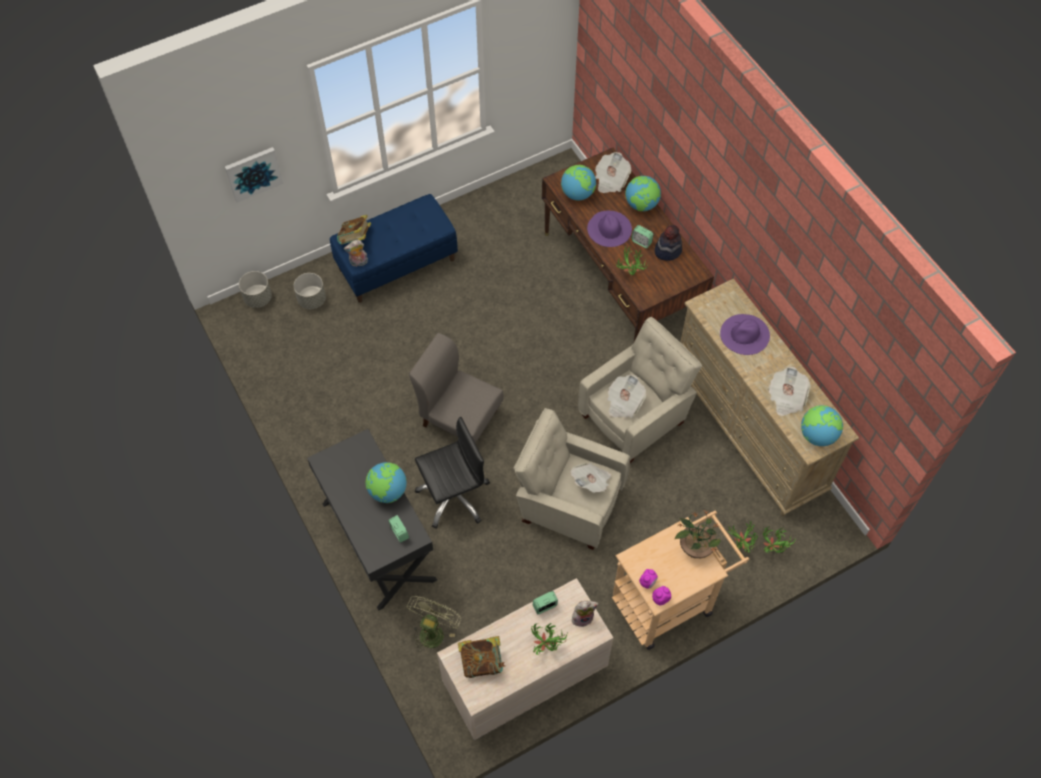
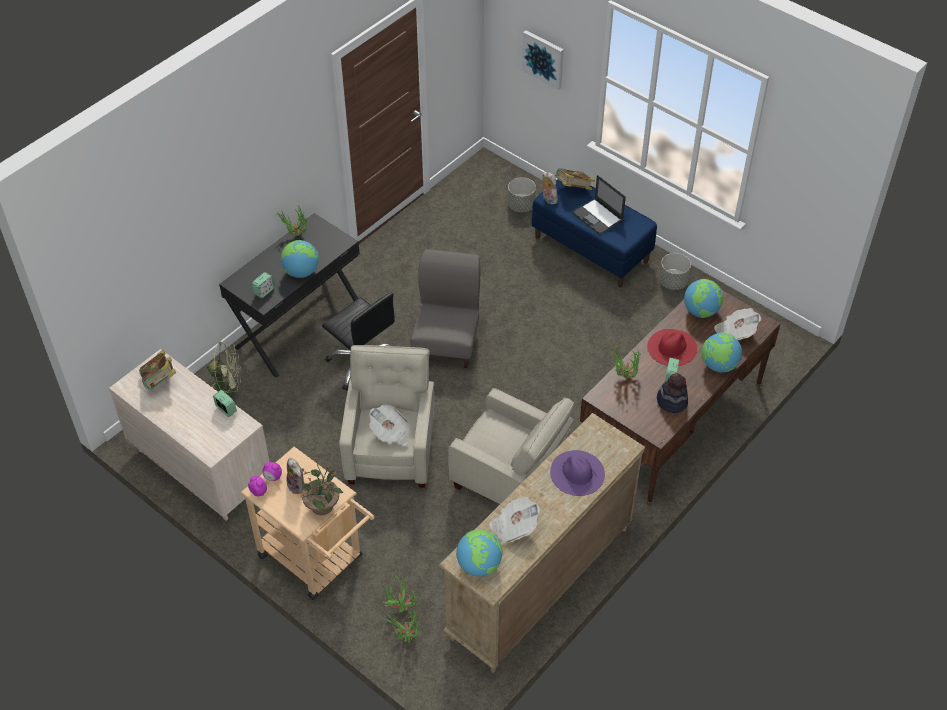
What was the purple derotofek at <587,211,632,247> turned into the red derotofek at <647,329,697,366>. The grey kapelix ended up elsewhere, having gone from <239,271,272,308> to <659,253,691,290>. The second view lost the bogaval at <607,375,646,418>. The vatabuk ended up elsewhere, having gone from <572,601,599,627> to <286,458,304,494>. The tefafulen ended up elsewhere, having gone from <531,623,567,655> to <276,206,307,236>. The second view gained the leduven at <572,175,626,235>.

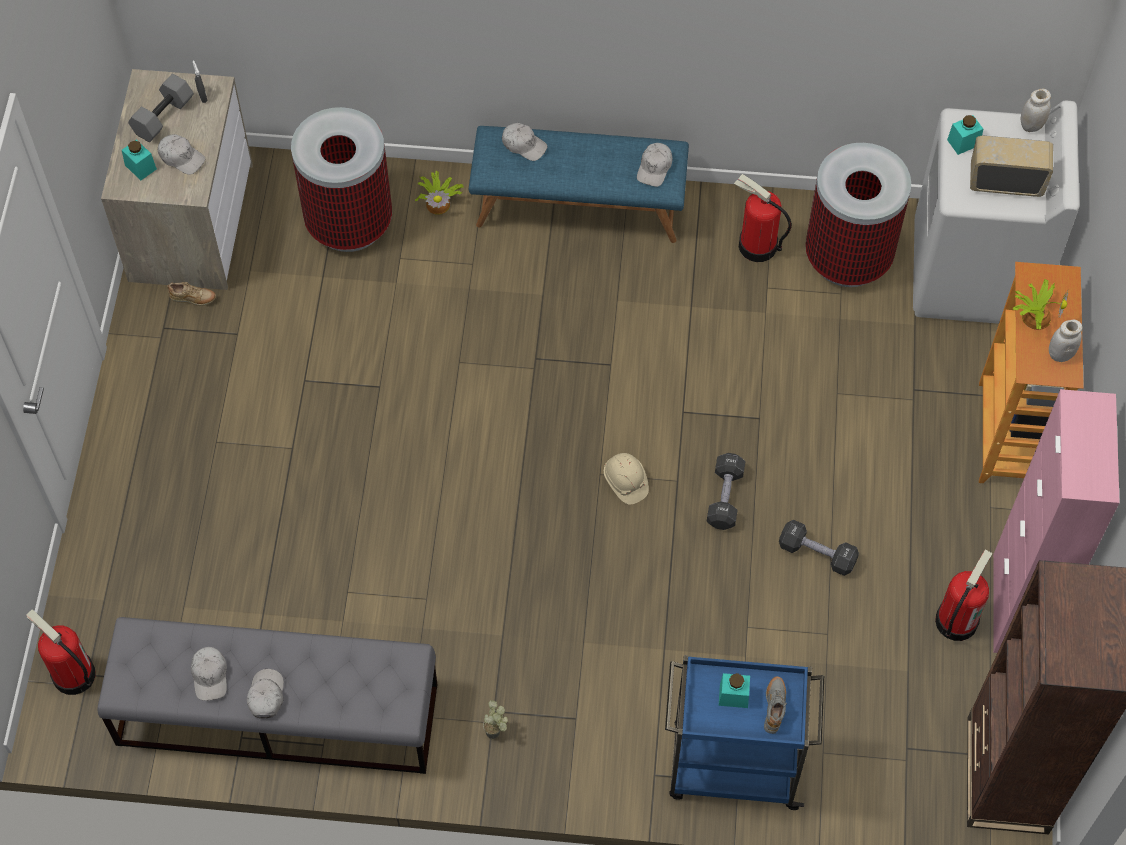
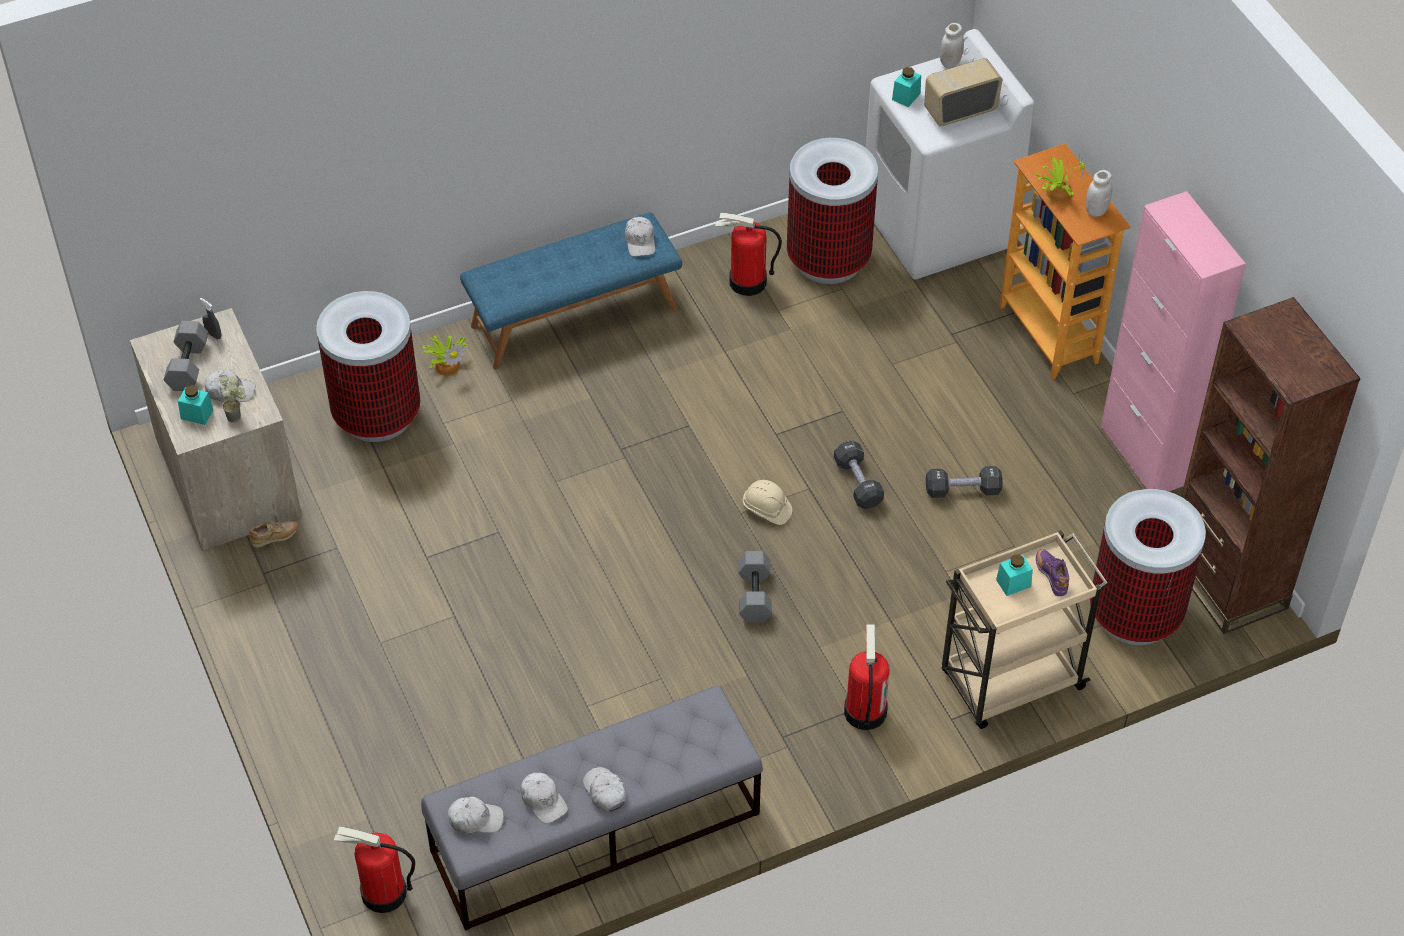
The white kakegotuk ended up elsewhere, having gone from <502,123,547,161> to <448,797,504,833>. The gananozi ended up elsewhere, having gone from <935,550,993,641> to <844,624,889,730>. What was the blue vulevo at <665,655,824,810> turned into the beige vulevo at <942,530,1108,729>. What was the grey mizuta at <764,676,787,734> turned into the purple mizuta at <1036,549,1069,596>. The tefafulen ended up elsewhere, having gone from <483,700,508,739> to <219,375,246,423>. The second view gained the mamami at <1090,489,1206,645>. The second view gained the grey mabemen at <738,551,772,622>.

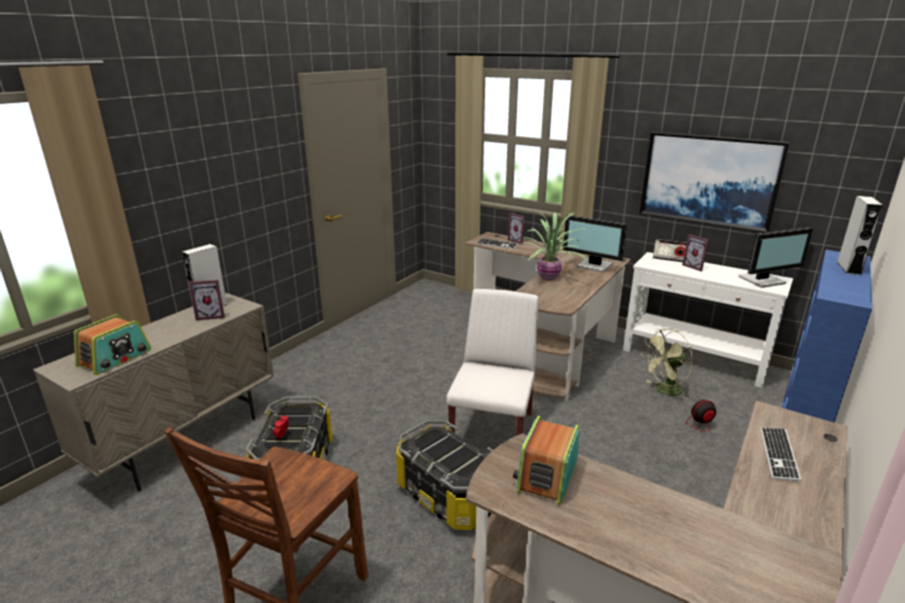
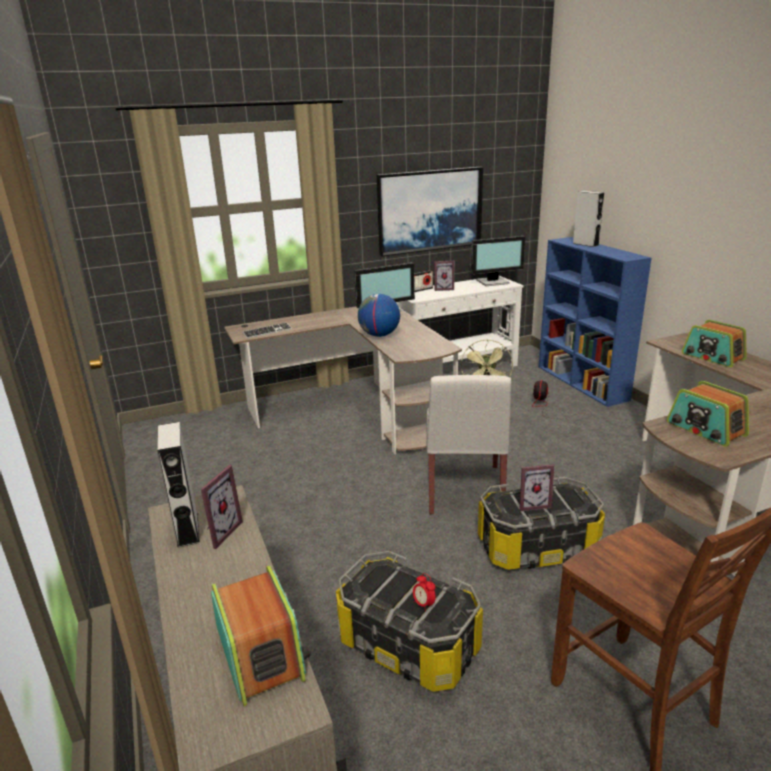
Where the tefafulen stood at <523,212,588,280>, the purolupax came to stand at <358,294,400,337>. The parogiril ended up elsewhere, having gone from <508,213,525,244> to <519,464,555,511>. The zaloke at <738,227,813,288> ended up facing another way, 60 degrees clockwise from before. The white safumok at <446,289,538,436> ended up facing another way, 135 degrees counterclockwise from before. Where the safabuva stood at <761,428,801,482>, the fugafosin came to stand at <682,320,747,367>.

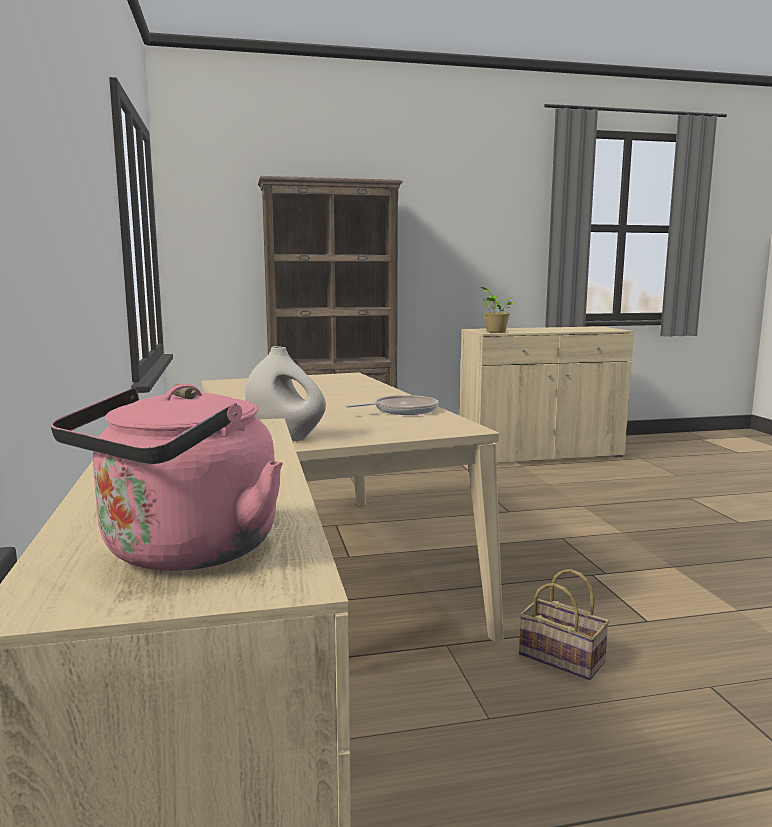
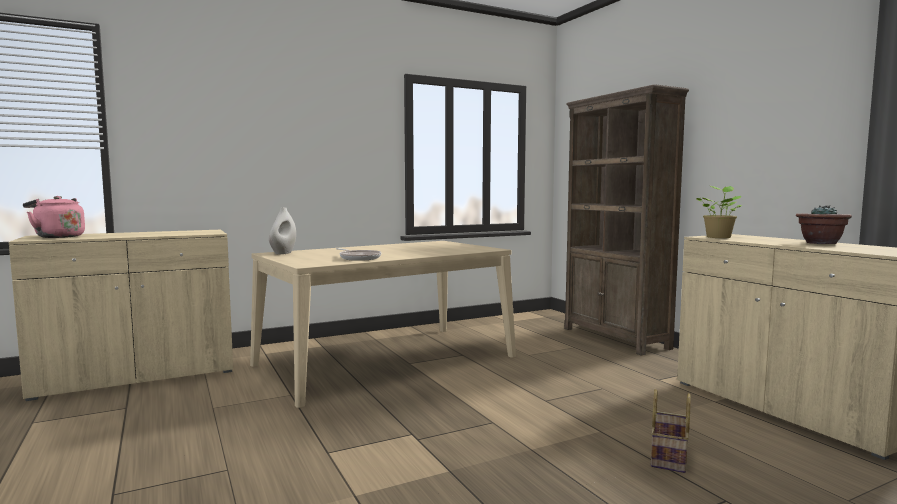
The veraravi ended up elsewhere, having gone from <519,569,610,680> to <651,389,691,473>. The second view gained the tefafulen at <796,205,852,244>.

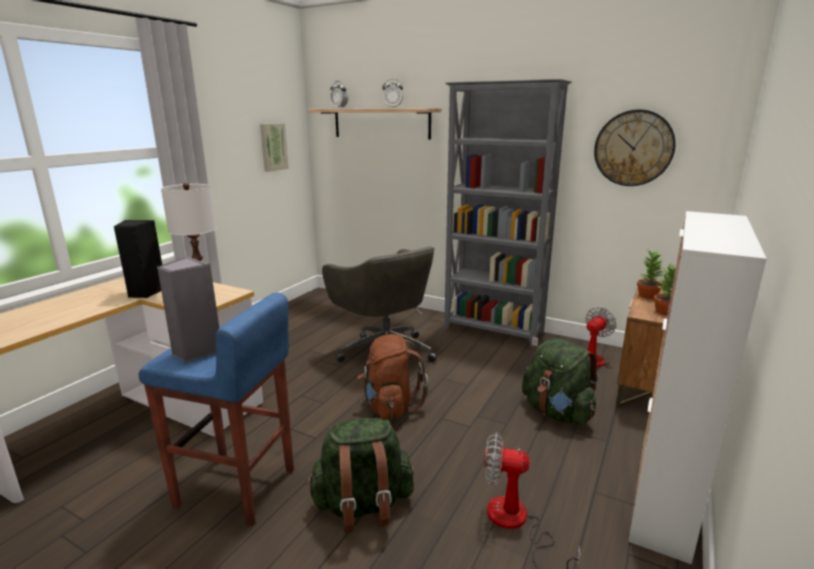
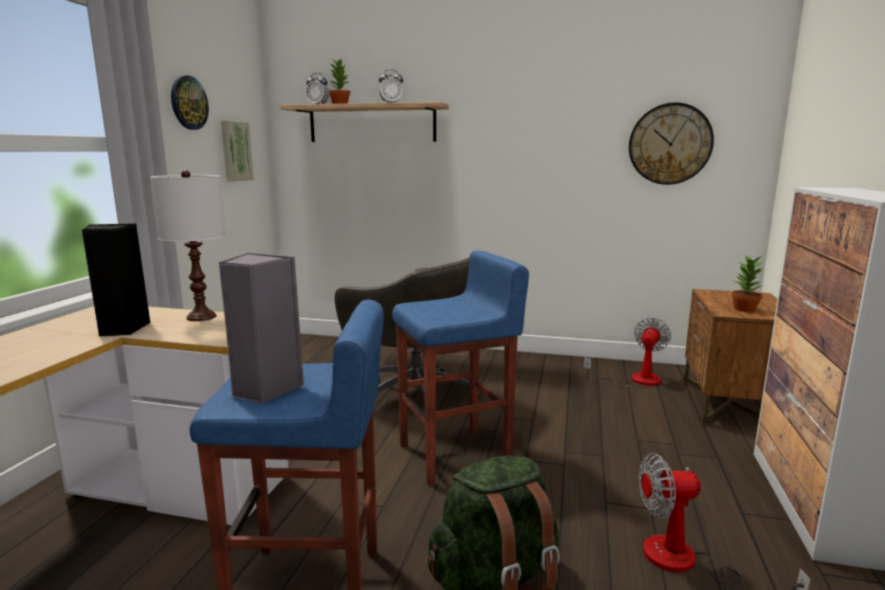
The second view lost the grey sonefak at <444,79,572,348>. The tefafulen ended up elsewhere, having gone from <637,249,663,299> to <328,58,350,104>. Where the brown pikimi stood at <357,334,428,419>, the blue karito came to stand at <392,250,529,485>. The second view lost the green pikimi at <522,338,599,425>. The second view gained the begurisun at <171,75,209,130>.

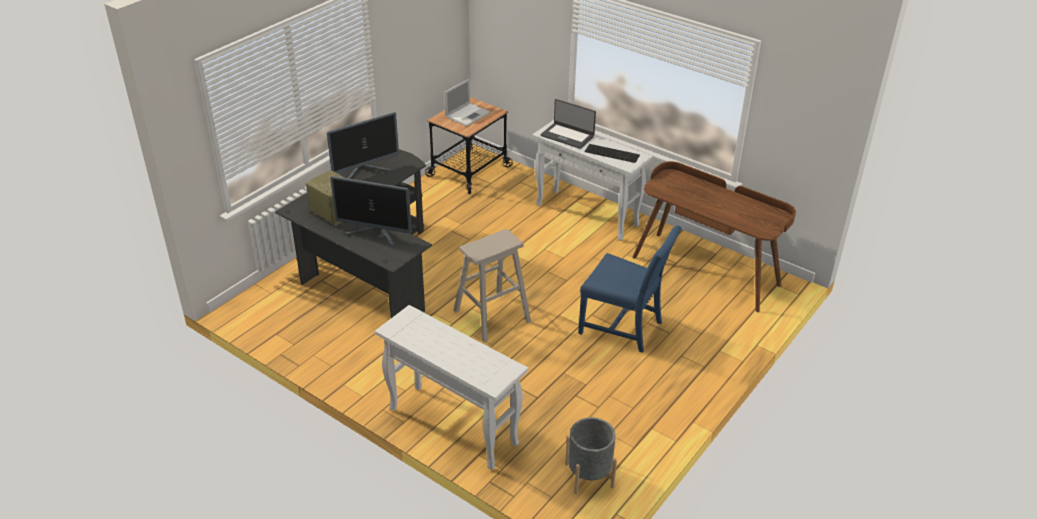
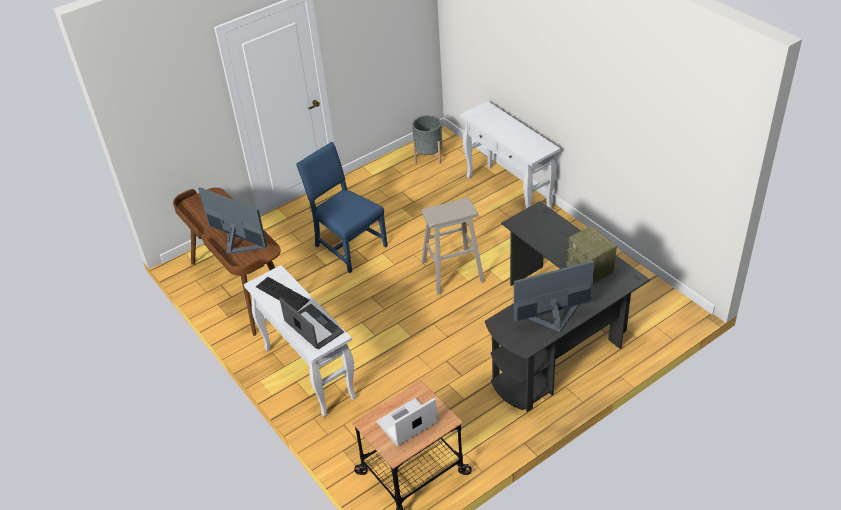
The zaloke ended up elsewhere, having gone from <330,176,412,245> to <199,187,267,254>.

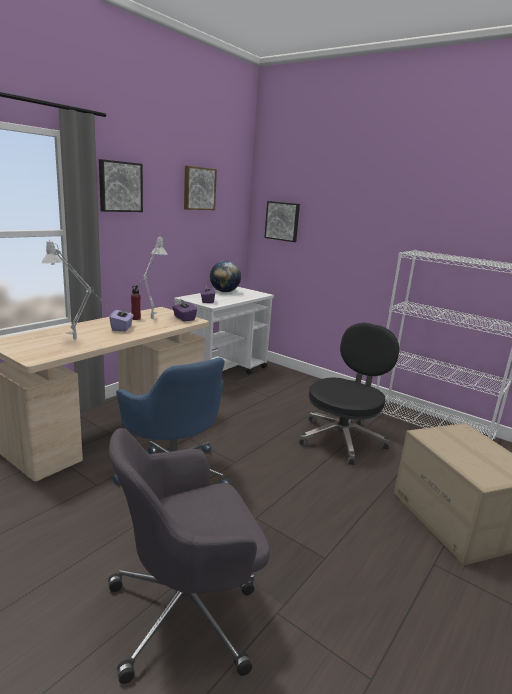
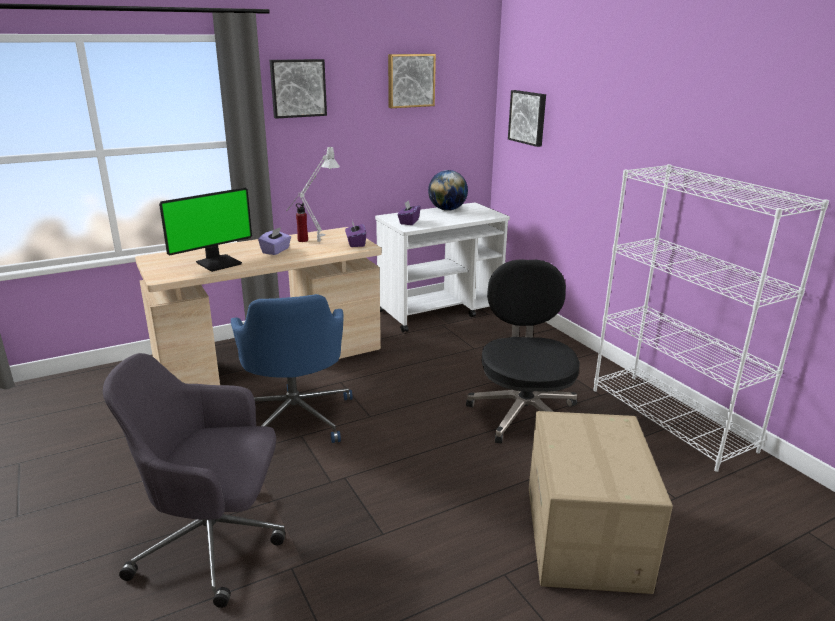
Where the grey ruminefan stood at <41,240,108,339>, the zaloke came to stand at <159,188,252,272>. The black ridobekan at <299,323,399,465> ended up facing another way, 60 degrees counterclockwise from before.

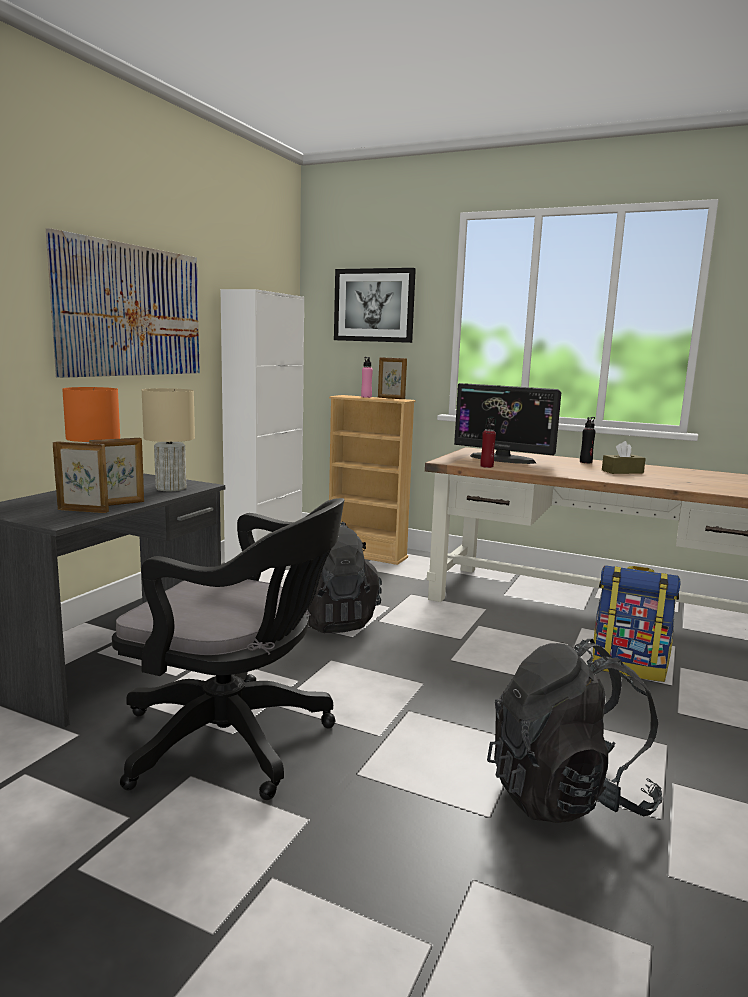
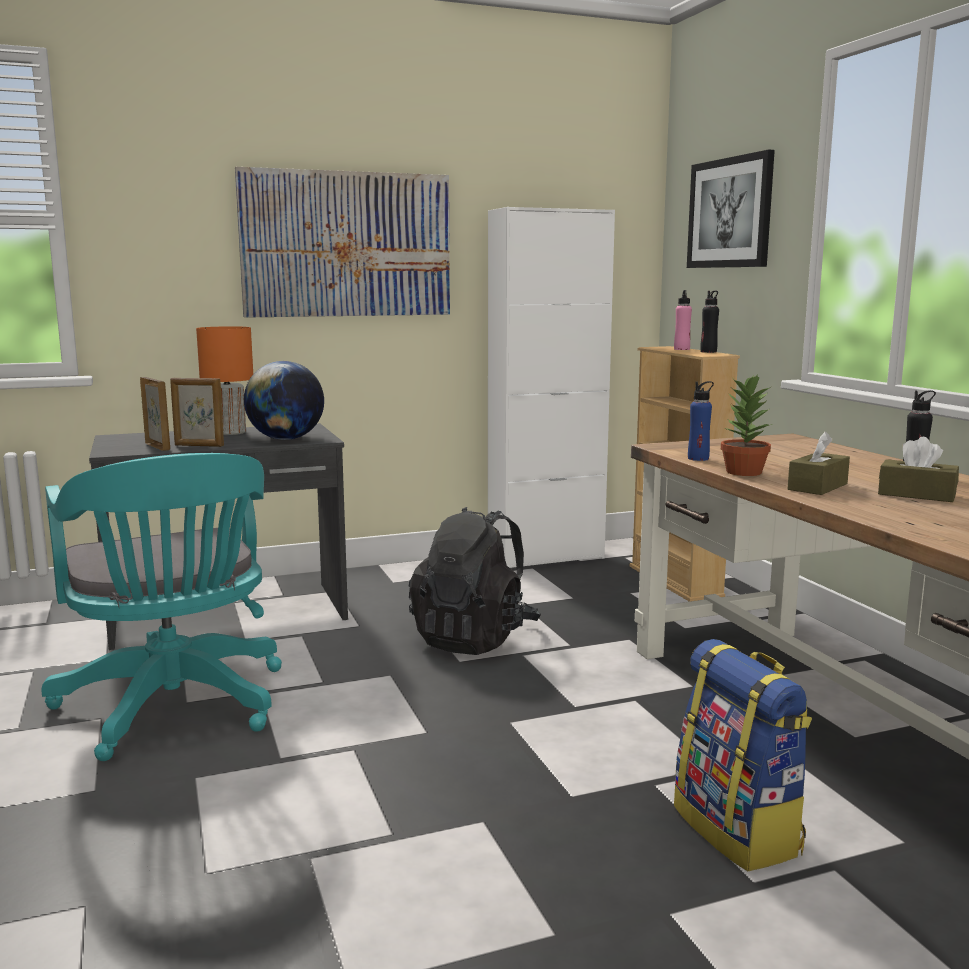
Where the parogiril stood at <378,357,407,399>, the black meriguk came to stand at <700,291,719,353>. The second view lost the zaloke at <454,383,561,464>. Where the beige ruminefan stood at <142,388,195,491>, the purolupax came to stand at <244,361,324,440>. What was the red meriguk at <480,418,496,468> turned into the blue meriguk at <688,381,714,461>. What was the black ridobekan at <112,498,344,800> turned into the turquoise ridobekan at <41,453,282,761>. The second view lost the black pikimi at <487,639,663,823>. The second view gained the tefafulen at <721,375,772,476>. The second view gained the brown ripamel at <788,432,850,495>.

